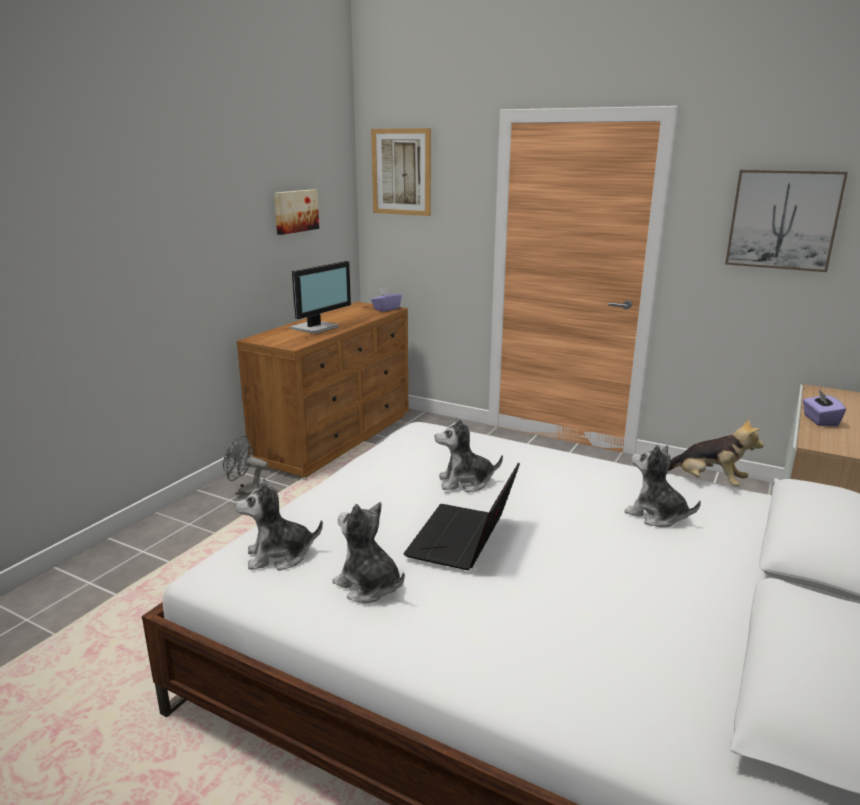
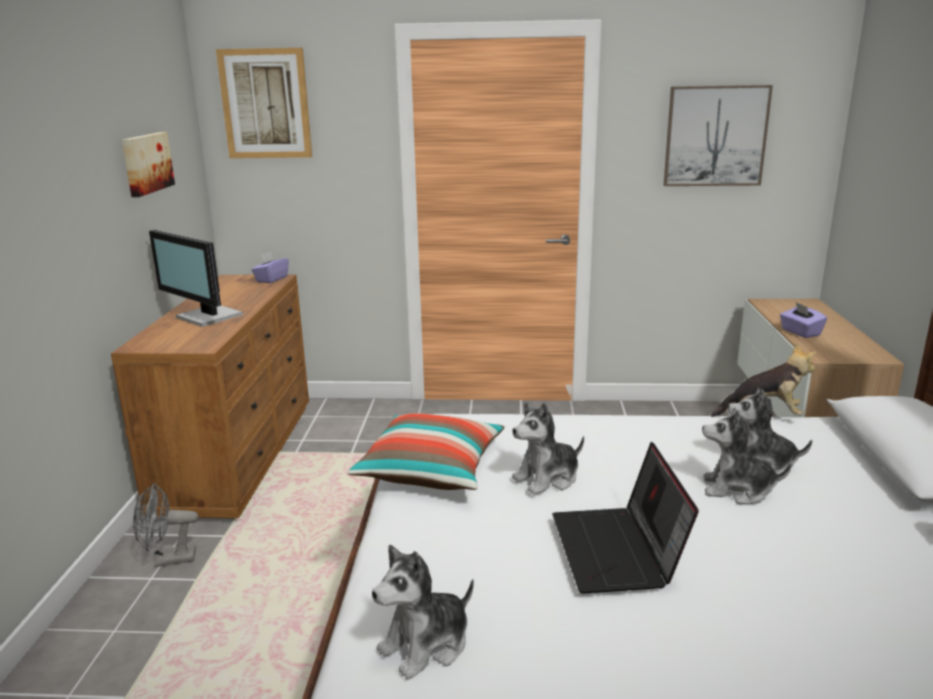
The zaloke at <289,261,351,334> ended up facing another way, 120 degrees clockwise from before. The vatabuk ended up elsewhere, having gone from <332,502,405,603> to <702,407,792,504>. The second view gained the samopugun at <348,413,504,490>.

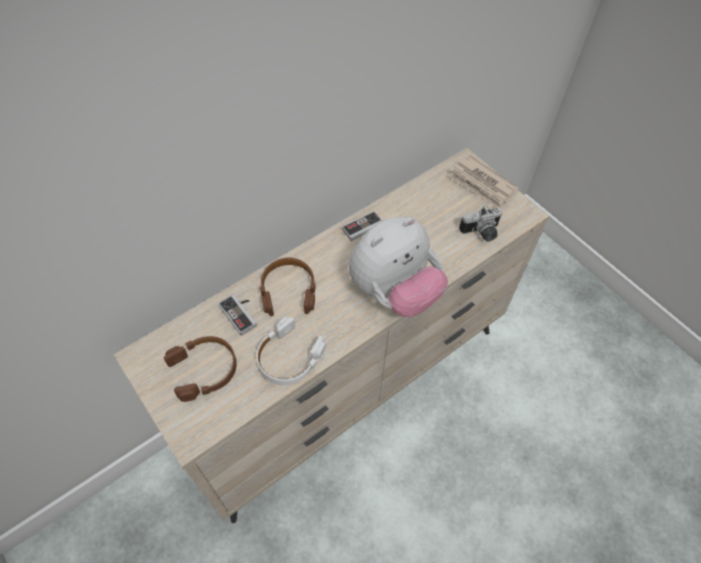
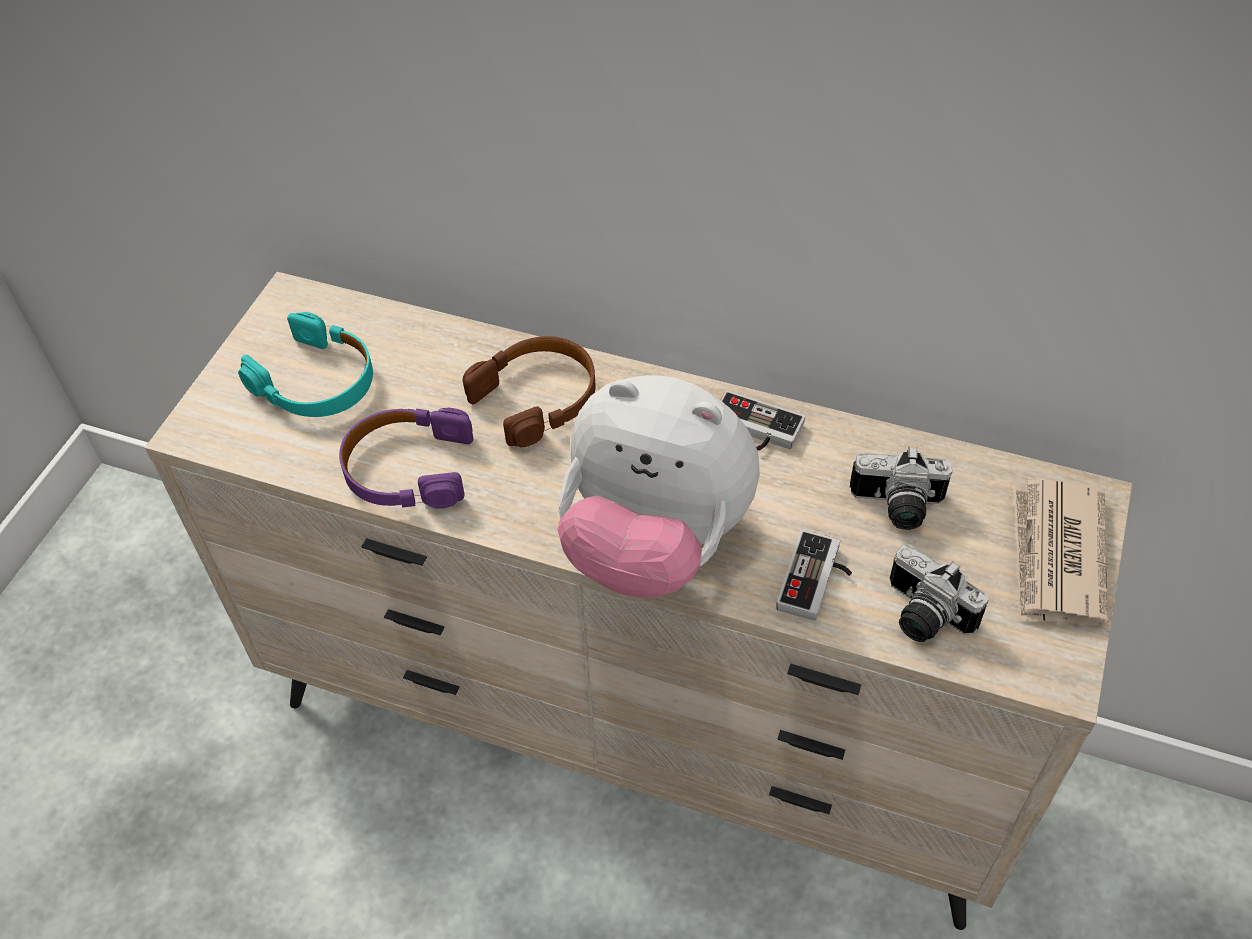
The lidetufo ended up elsewhere, having gone from <218,294,257,336> to <776,529,852,621>. What was the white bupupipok at <257,317,327,385> turned into the purple bupupipok at <339,408,473,508>. What was the brown bupupipok at <164,336,237,402> turned into the turquoise bupupipok at <238,312,373,417>. The second view gained the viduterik at <850,447,952,530>.

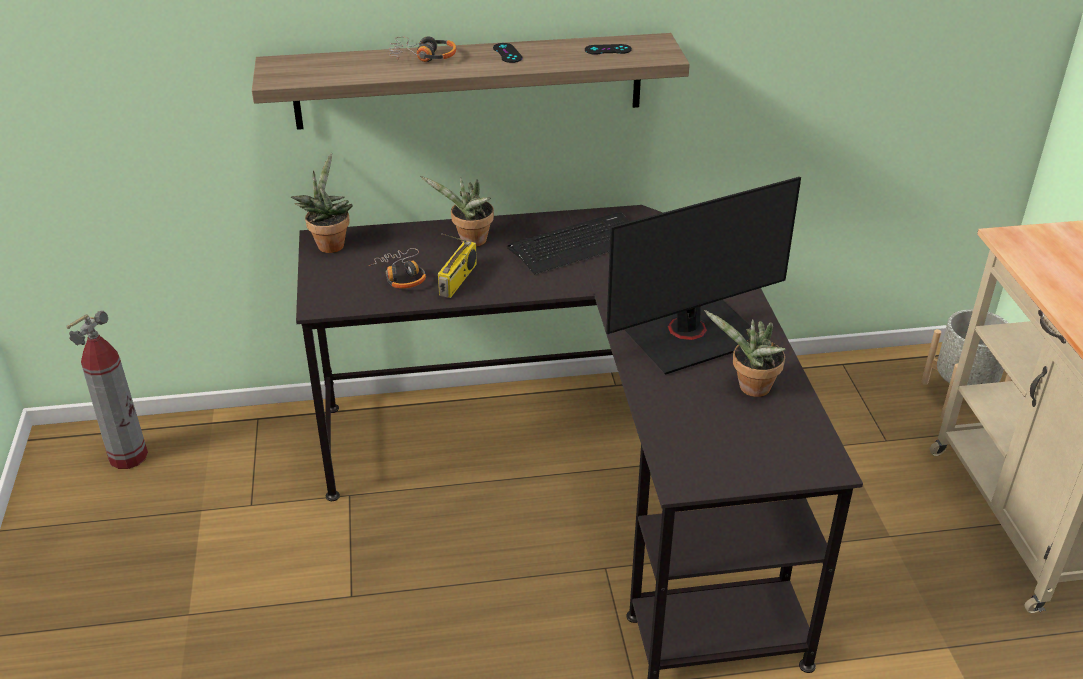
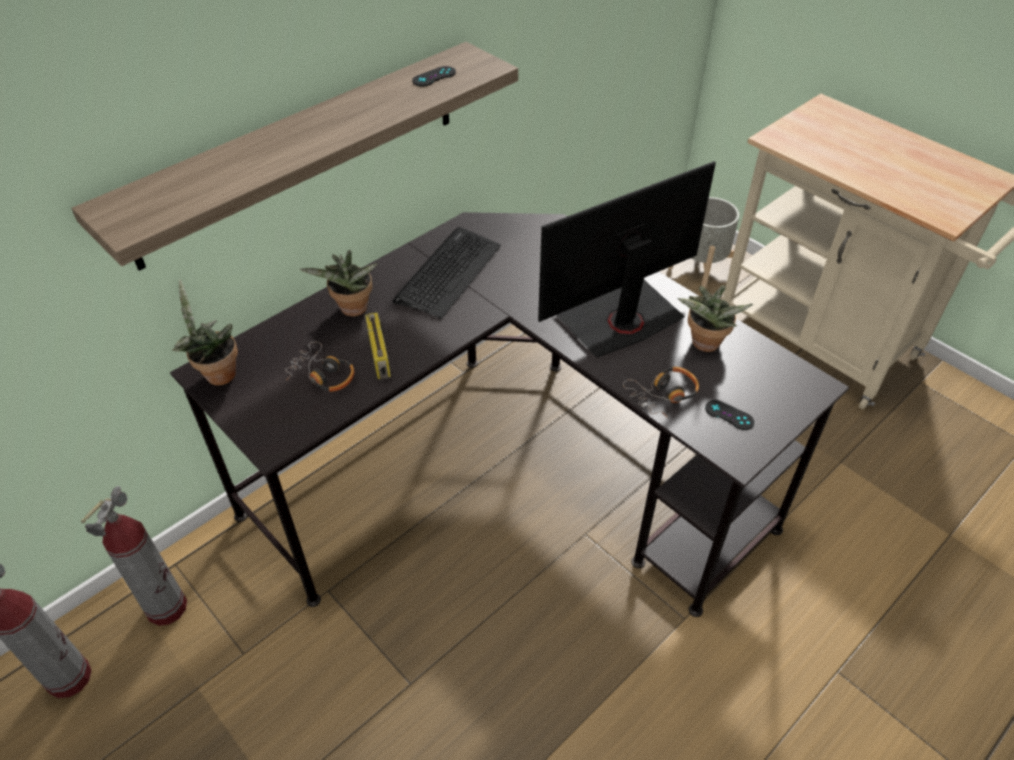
The bupupipok ended up elsewhere, having gone from <389,36,456,62> to <623,367,699,417>. The black lidetufo ended up elsewhere, having gone from <493,43,523,63> to <705,400,754,430>. The zaloke at <606,177,801,374> ended up facing another way, 150 degrees counterclockwise from before. The second view gained the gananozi at <81,486,187,626>.

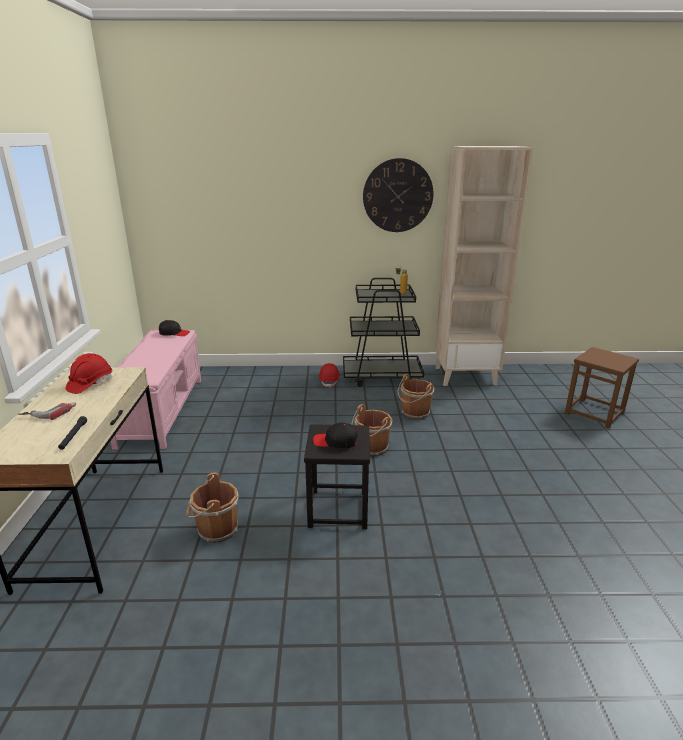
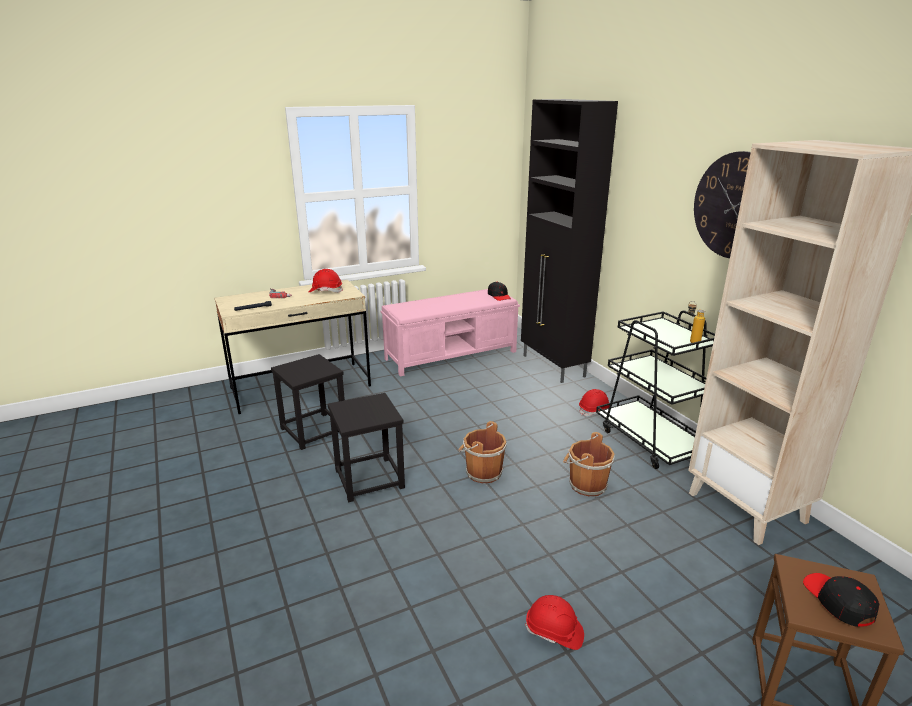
The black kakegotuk ended up elsewhere, having gone from <313,423,358,449> to <803,573,879,627>. Where the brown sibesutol stood at <186,473,239,543>, the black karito came to stand at <271,354,345,450>. The second view gained the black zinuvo at <521,99,618,383>. The second view gained the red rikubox at <525,595,584,650>.

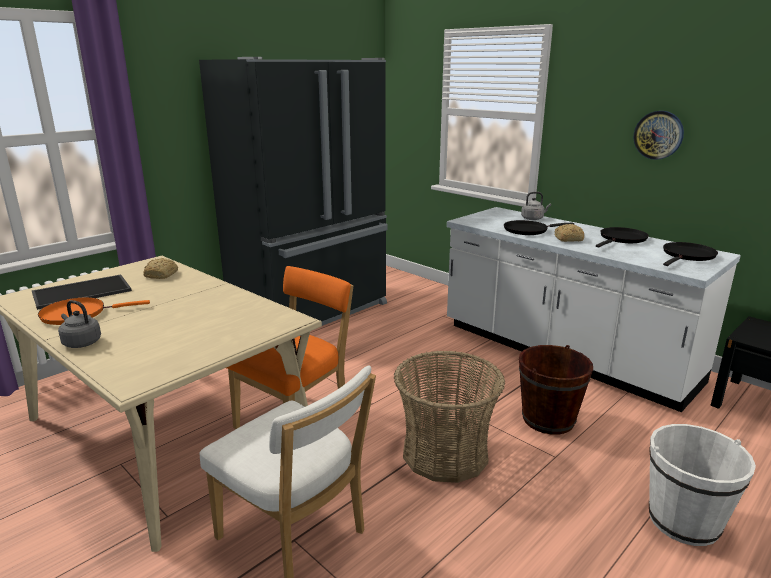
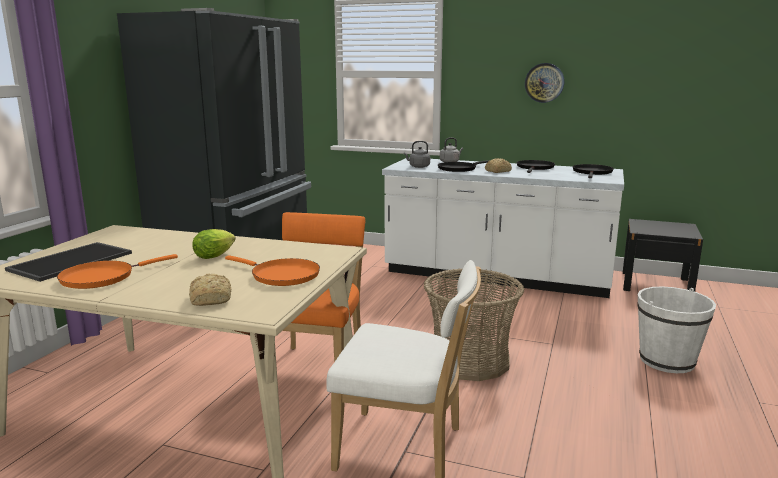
The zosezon ended up elsewhere, having gone from <143,258,178,279> to <189,274,231,306>. The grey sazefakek ended up elsewhere, having gone from <58,300,101,348> to <404,141,430,168>. The second view lost the brown sibesutol at <519,345,593,435>. The second view gained the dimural at <192,229,236,259>. The second view gained the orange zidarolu at <225,255,320,286>.

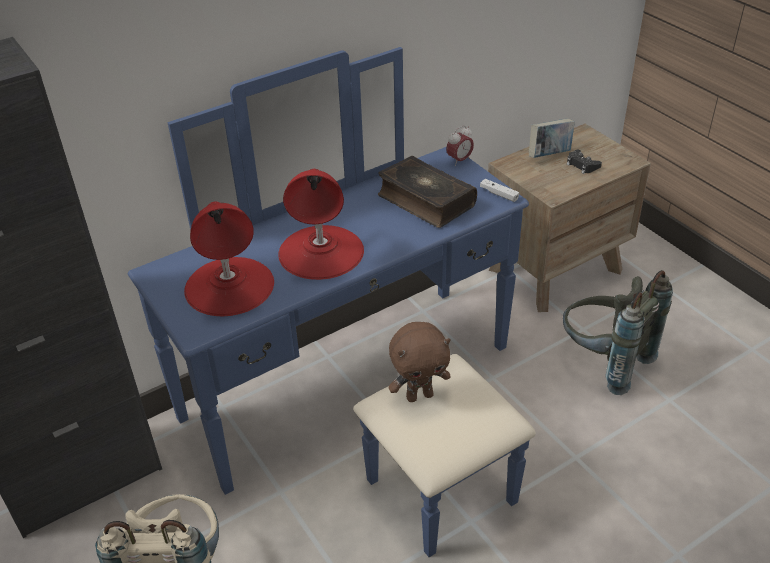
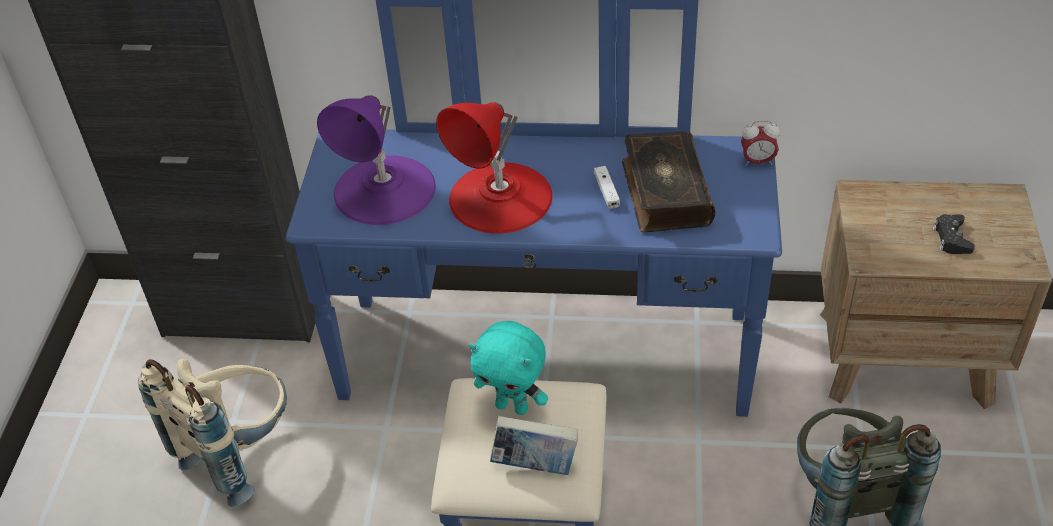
The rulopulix ended up elsewhere, having gone from <529,119,575,158> to <490,416,578,475>. The white lidetufo ended up elsewhere, having gone from <480,179,519,202> to <594,166,620,209>. What was the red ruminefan at <184,202,274,316> turned into the purple ruminefan at <317,95,436,225>. What was the brown vatabuk at <389,322,451,402> turned into the turquoise vatabuk at <469,321,548,415>.

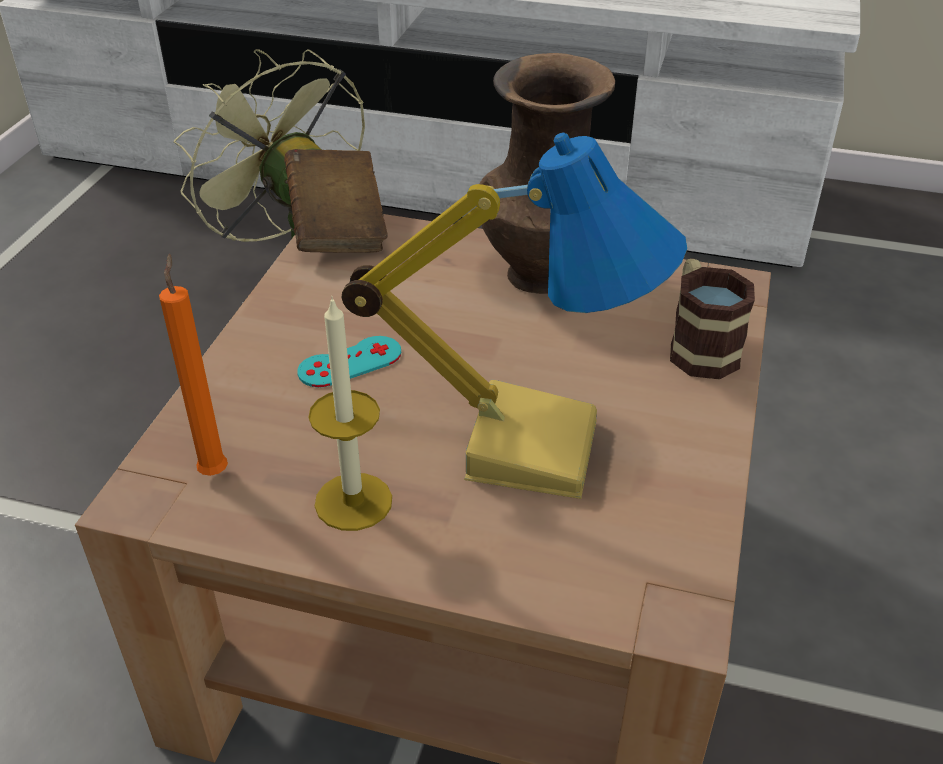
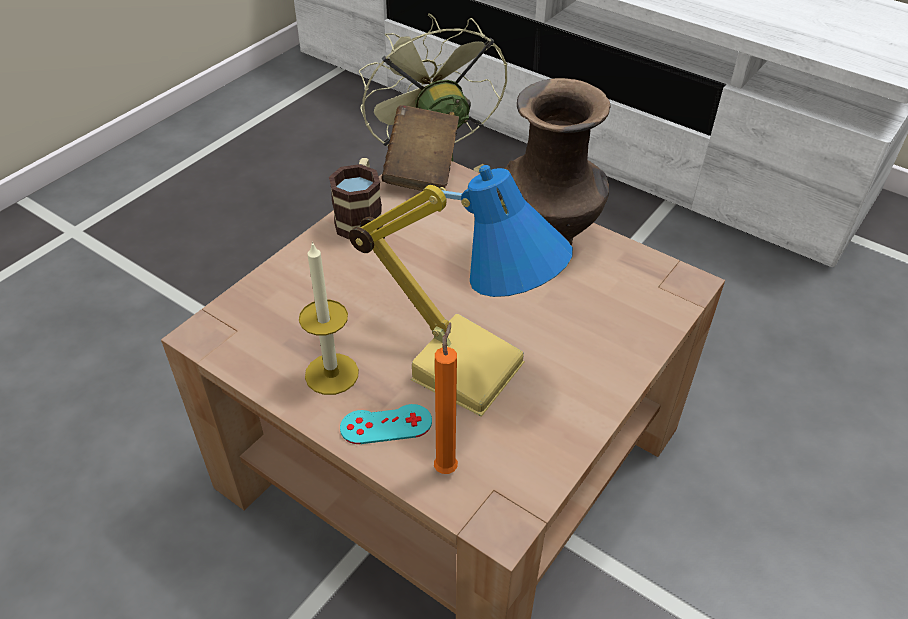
The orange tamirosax ended up elsewhere, having gone from <159,254,228,476> to <434,322,458,474>. The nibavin ended up elsewhere, having gone from <670,258,755,380> to <329,158,382,240>. The turquoise lidetufo ended up elsewhere, having gone from <297,336,401,387> to <340,404,432,444>.

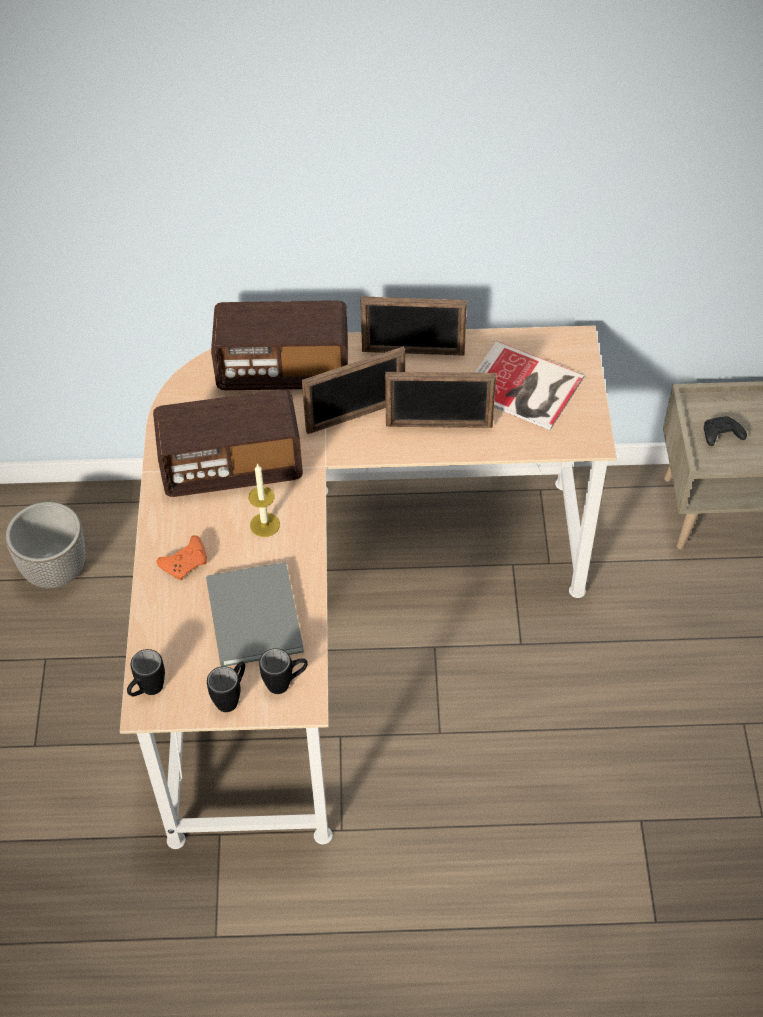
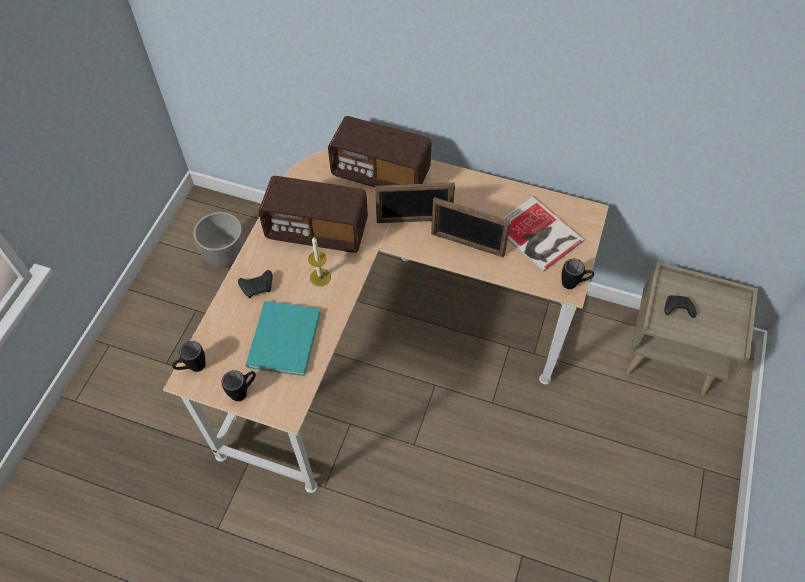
The second view lost the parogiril at <361,296,467,355>. What was the orange lidetufo at <157,535,207,580> turned into the black lidetufo at <238,270,272,298>. What was the grey rulopulix at <206,562,304,666> turned into the turquoise rulopulix at <246,301,321,376>. The black nibavin ended up elsewhere, having gone from <259,648,308,694> to <562,259,594,289>.

